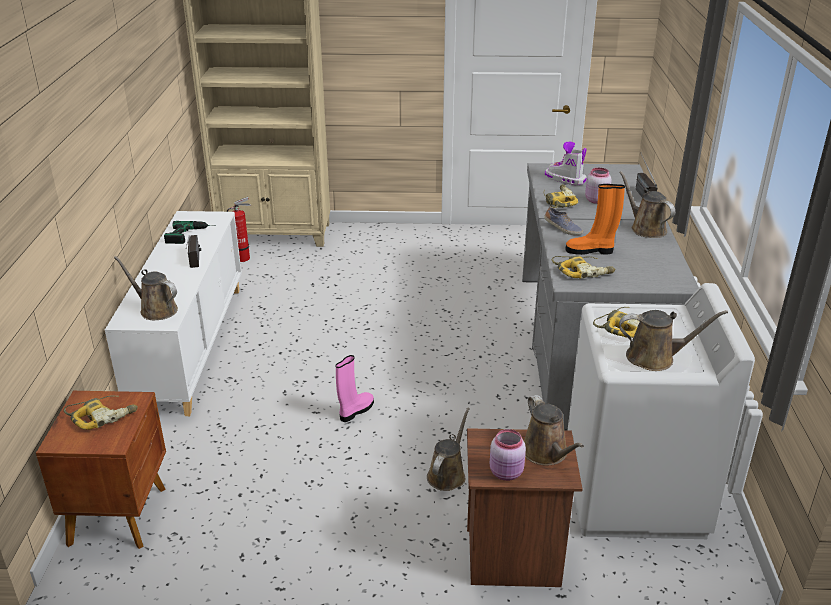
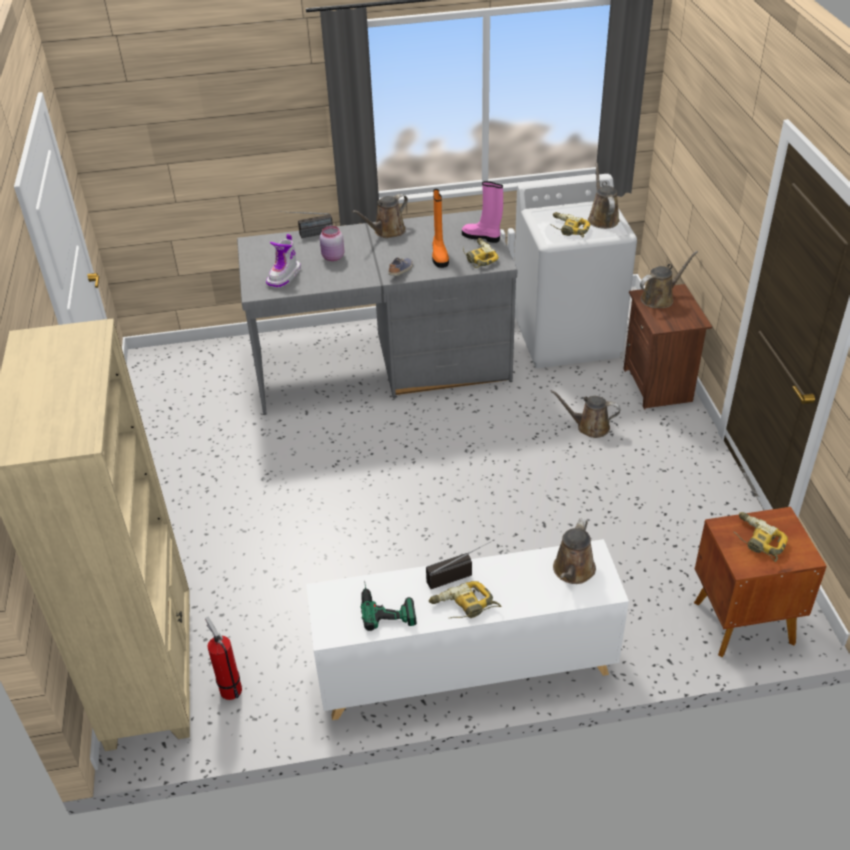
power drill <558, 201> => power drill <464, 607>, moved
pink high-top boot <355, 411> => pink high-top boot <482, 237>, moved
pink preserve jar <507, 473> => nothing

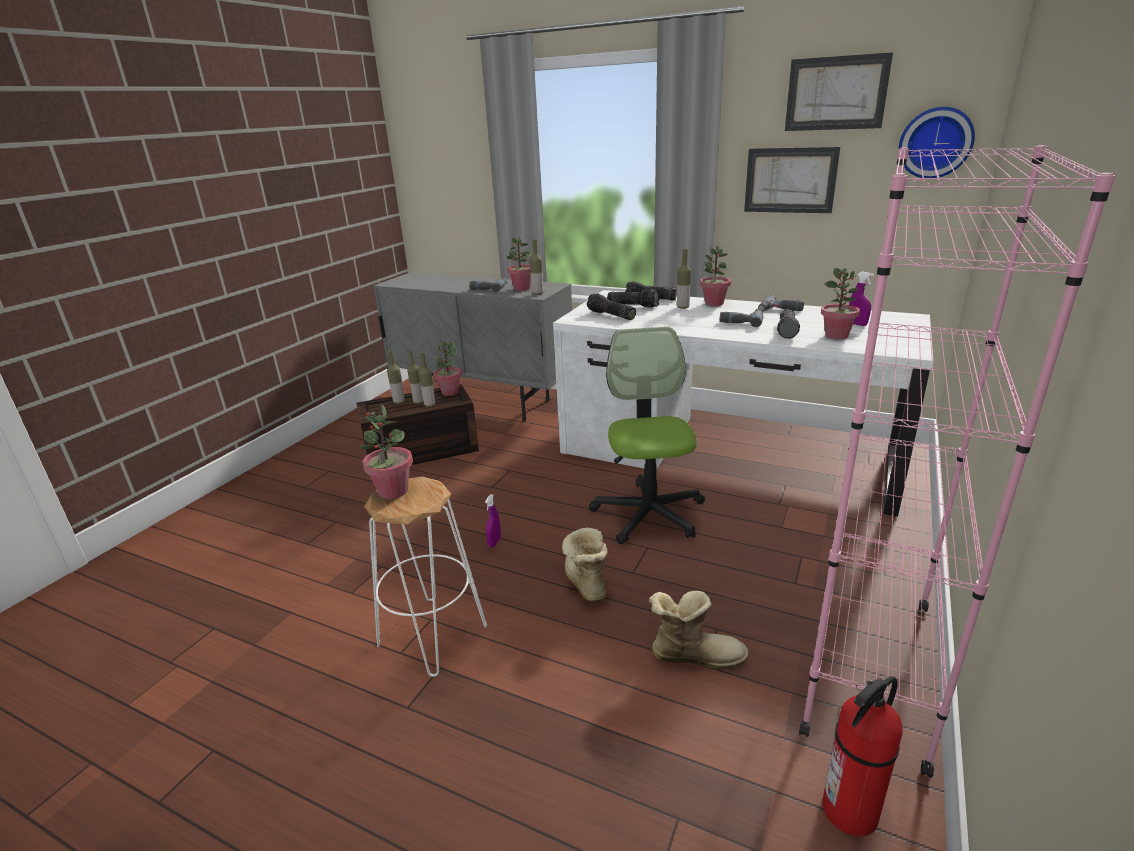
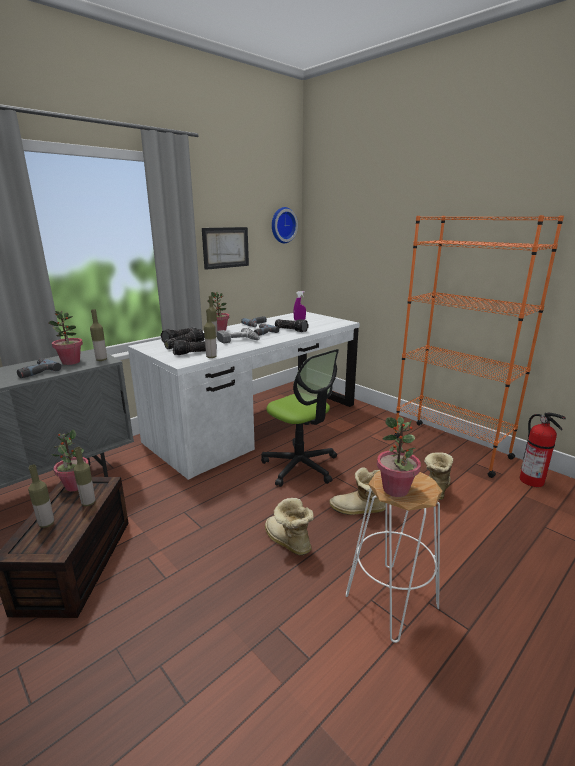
beverage bottle <418, 402> => beverage bottle <211, 357>, moved
nothing => power drill <239, 341>
desk chair <649, 514> => desk chair <300, 466>, 150 degrees counterclockwise
purplish hand sprayer <494, 542> => high-top boot <287, 542>
pink shelving unit <870, 663> => orange-coloured shelving unit <450, 447>
picture <836, 93> => nothing
plant in a pot <836, 336> => nothing

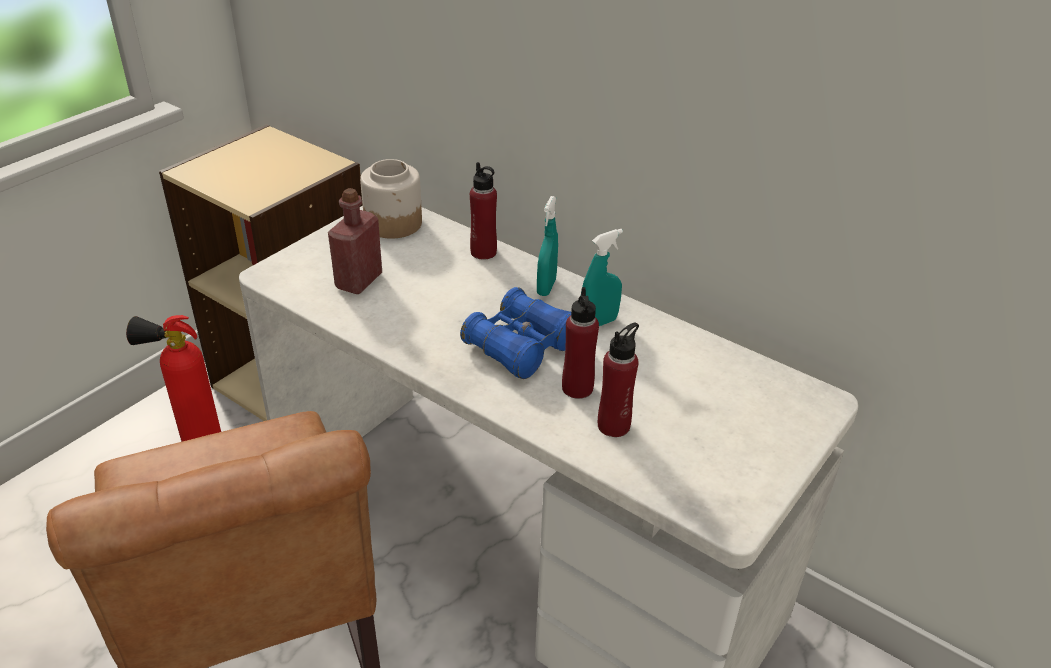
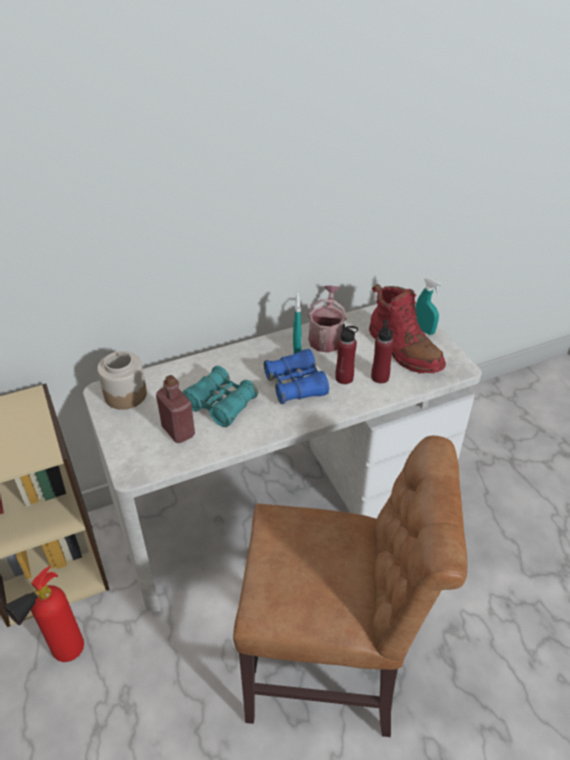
nothing => turquoise-coloured binoculars <220, 404>
nothing => watering can <326, 337>
nothing => reddish high-top boot <404, 350>
turquoise-coloured hand sprayer <546, 287> => turquoise-coloured hand sprayer <423, 330>, moved
reddish beverage bottle <483, 252> => nothing

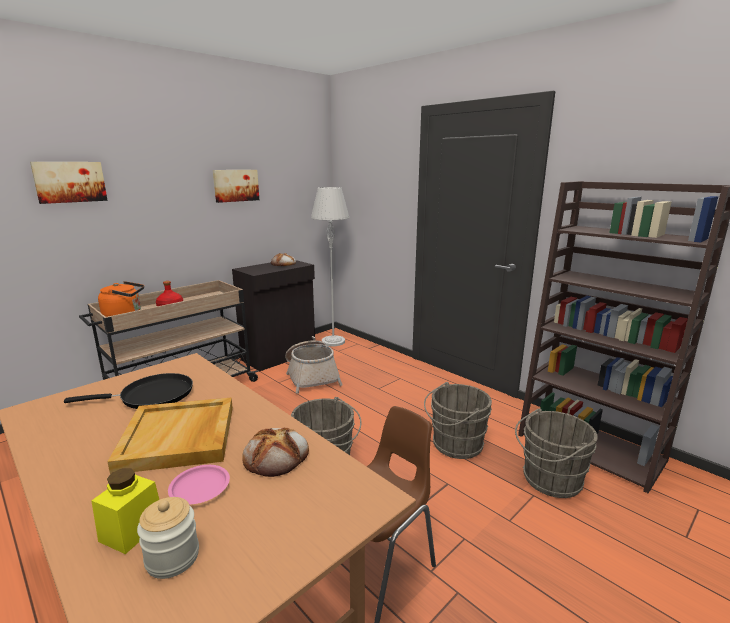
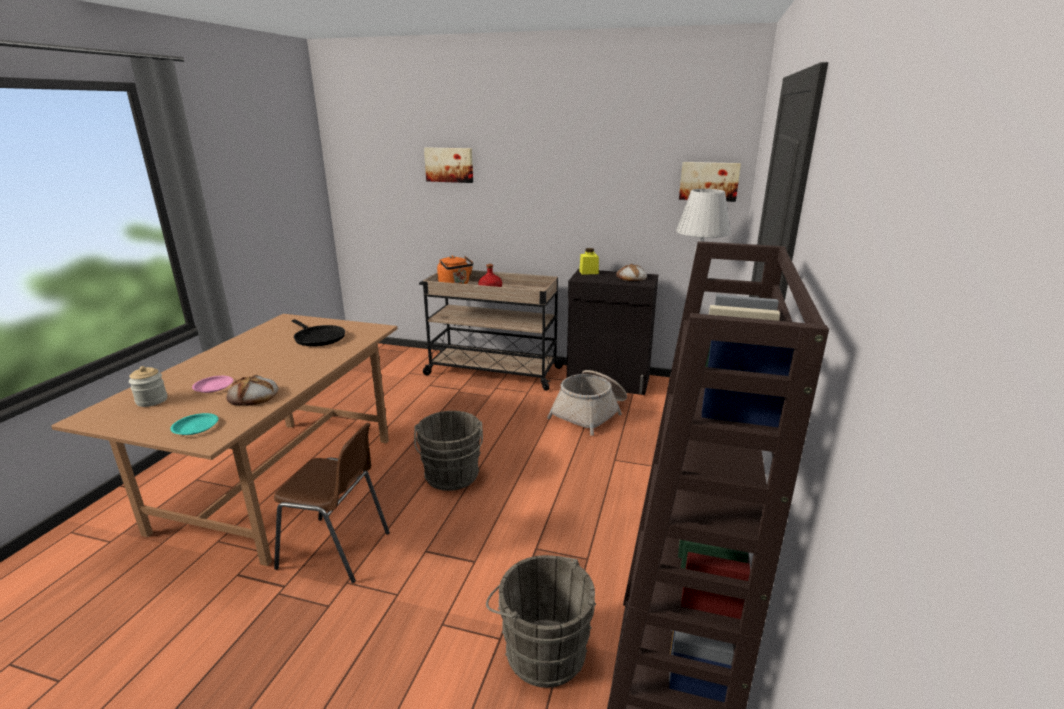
nothing => turquoise-coloured dinner plate <195, 427>
yellow preserve jar <132, 530> => yellow preserve jar <588, 272>, moved
picture <235, 185> => picture <709, 181>, moved
beige tray <179, 437> => nothing
greyish bucket <454, 445> => nothing

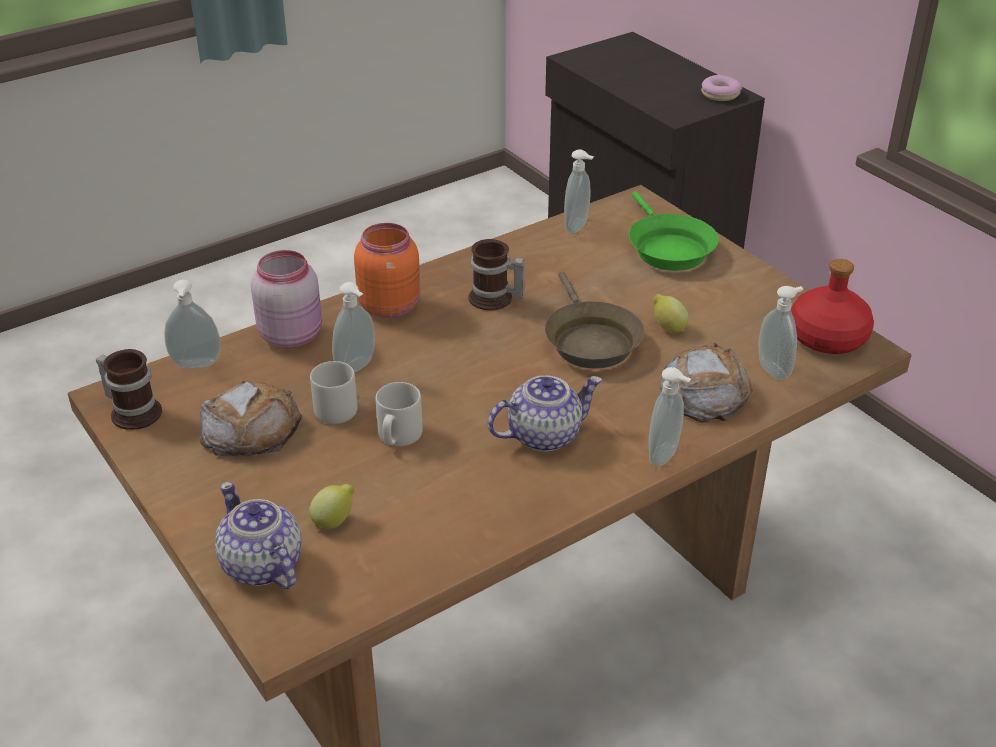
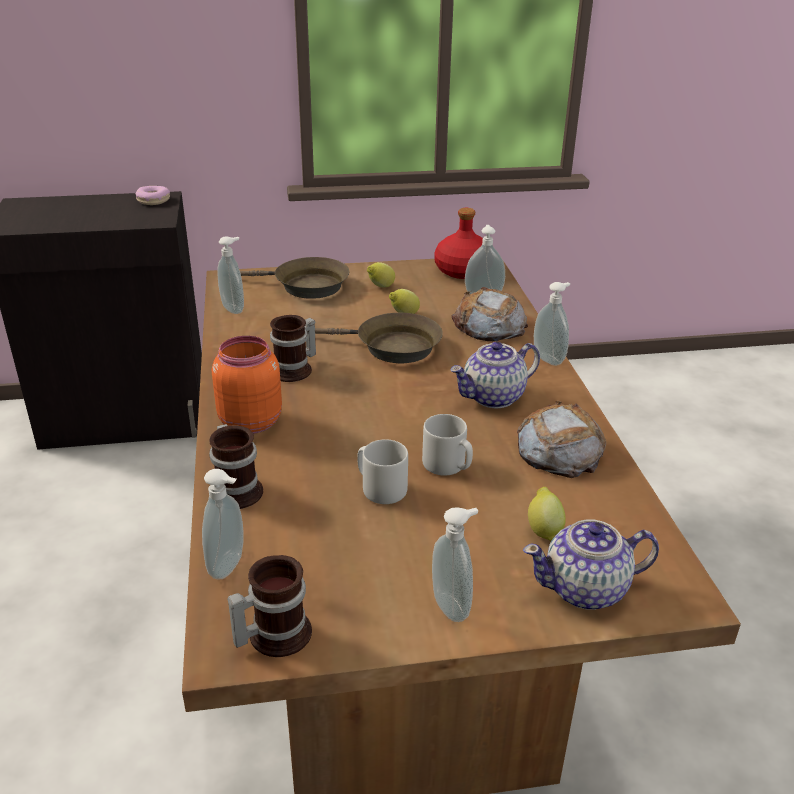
pink preserve jar <292, 335> => coffee mug <238, 489>
green pan <667, 248> => brownish pan <305, 286>
nothing => whole lemon <380, 287>
liquid soap bottle <357, 367> => liquid soap bottle <453, 606>, moved
pot for tea <544, 434> => pot for tea <493, 397>, 120 degrees counterclockwise
baked bread <251, 428> => baked bread <559, 449>, moved

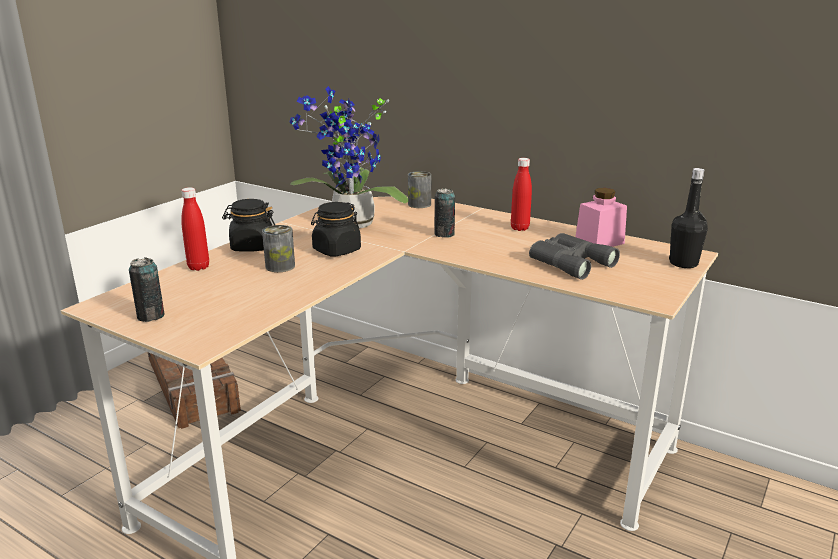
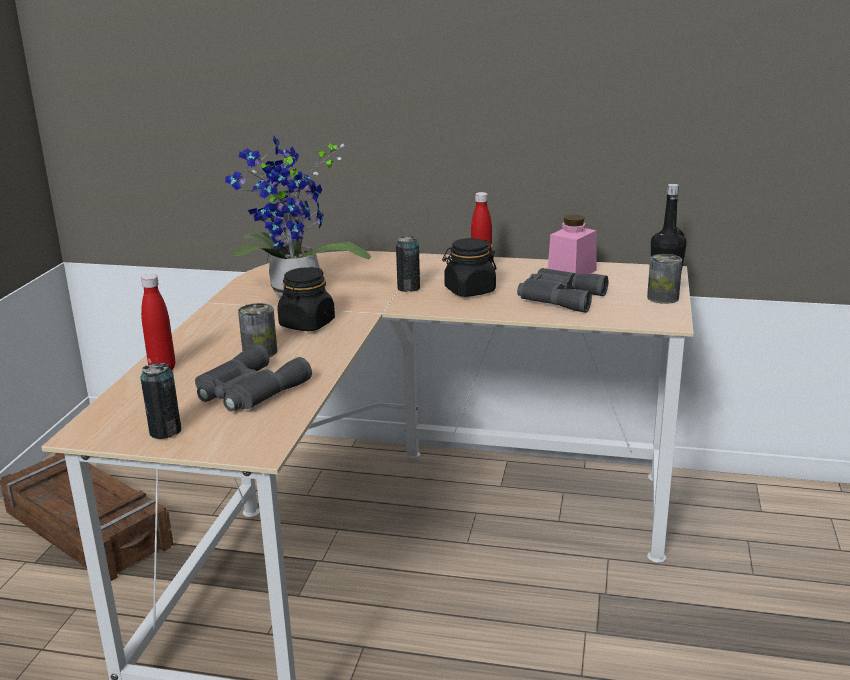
nothing => greyish binoculars <248, 390>
black-coloured preserve jar <252, 246> => black-coloured preserve jar <469, 291>, moved
can <419, 204> => can <662, 297>, moved

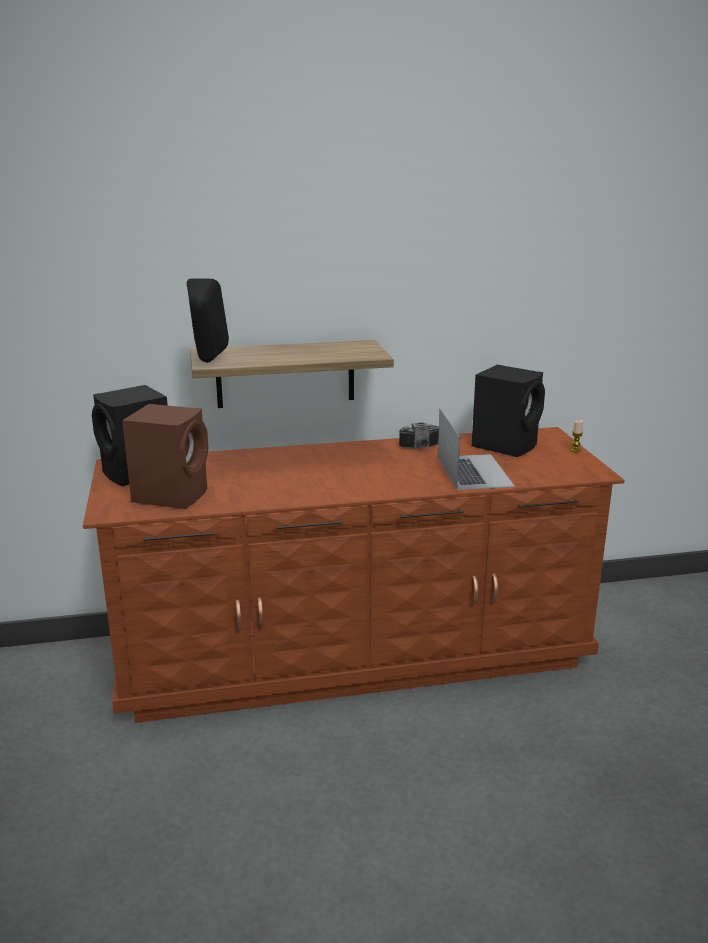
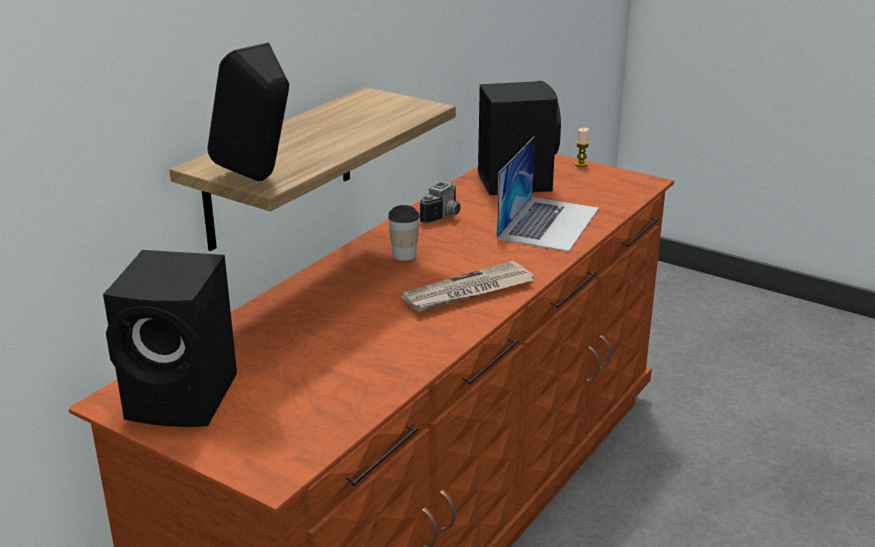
nothing => cup <404, 255>
nothing => daily paper <468, 292>
notebook computer <474, 471> => notebook computer <548, 223>, 75 degrees clockwise
brownish audio speaker <172, 495> => nothing

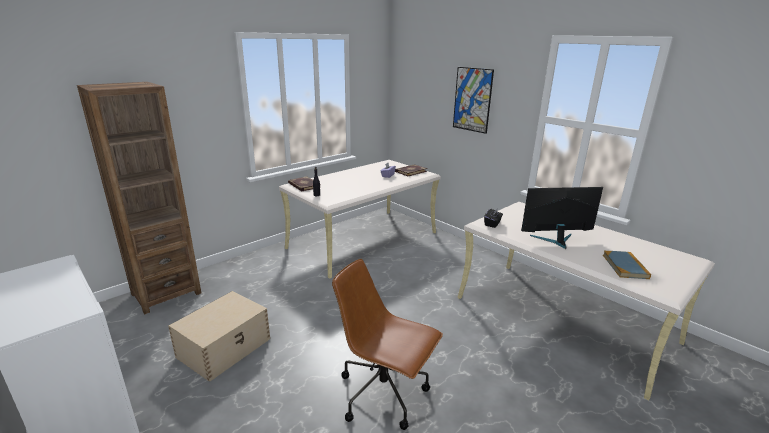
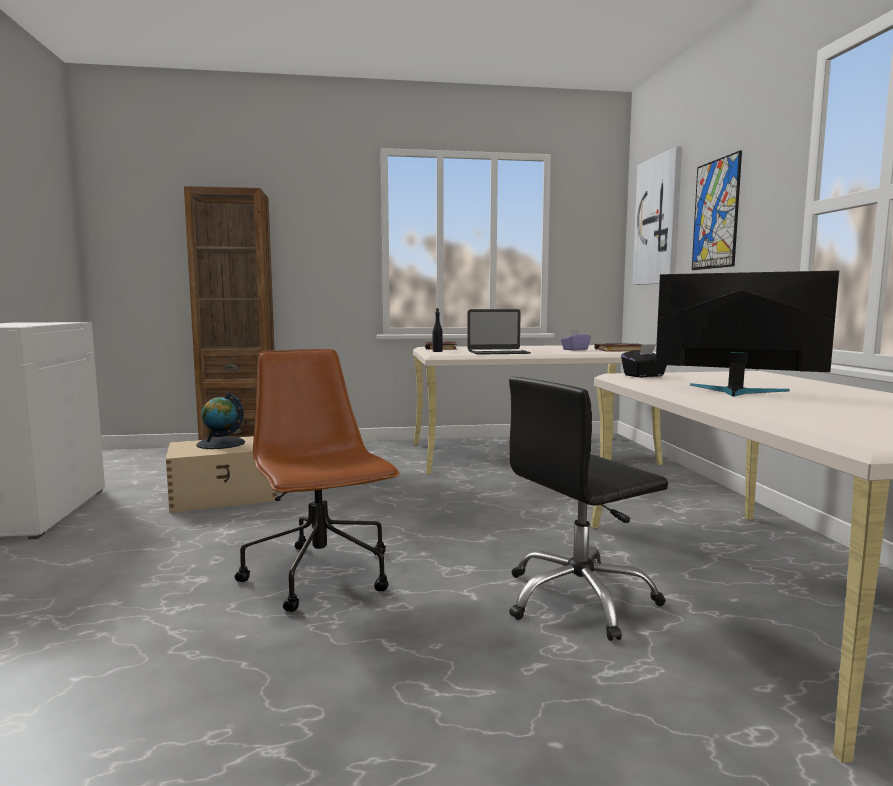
nothing => world globe <221, 443>
nothing => notebook computer <498, 352>
nothing => black-coloured desk chair <579, 599>
nothing => picture <658, 220>
bound book <625, 266> => nothing

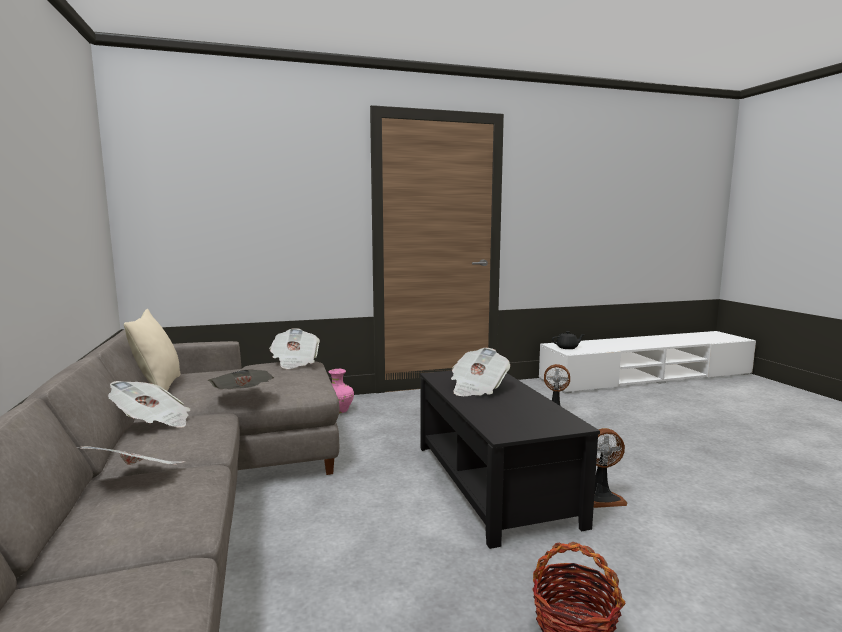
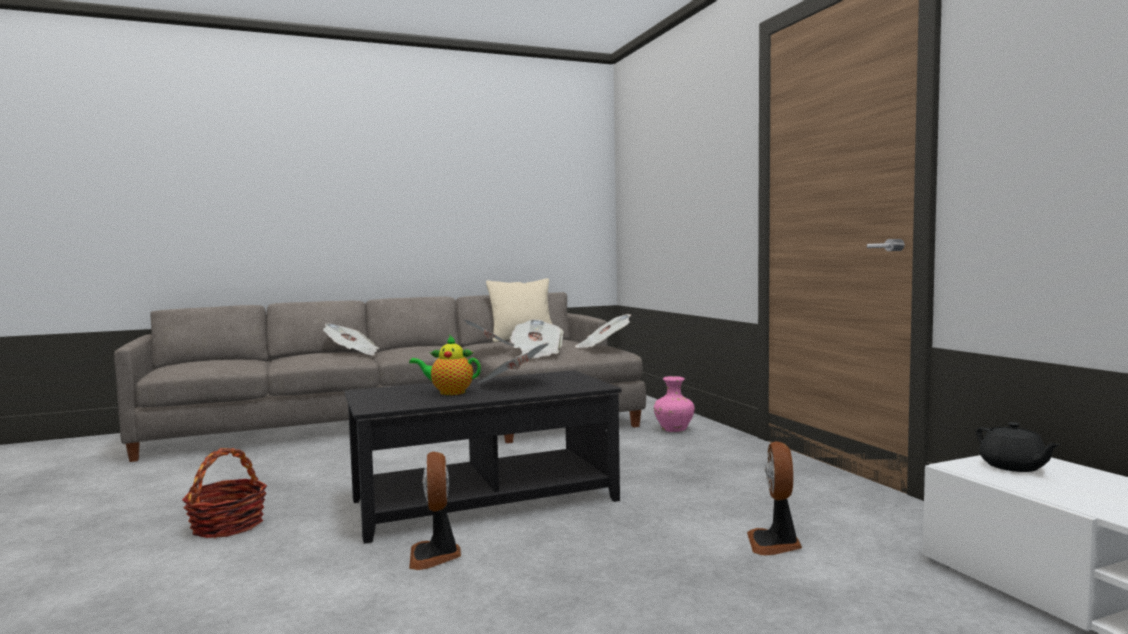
nothing => pot for tea <449, 392>
daily paper <153, 422> => daily paper <536, 354>, moved

